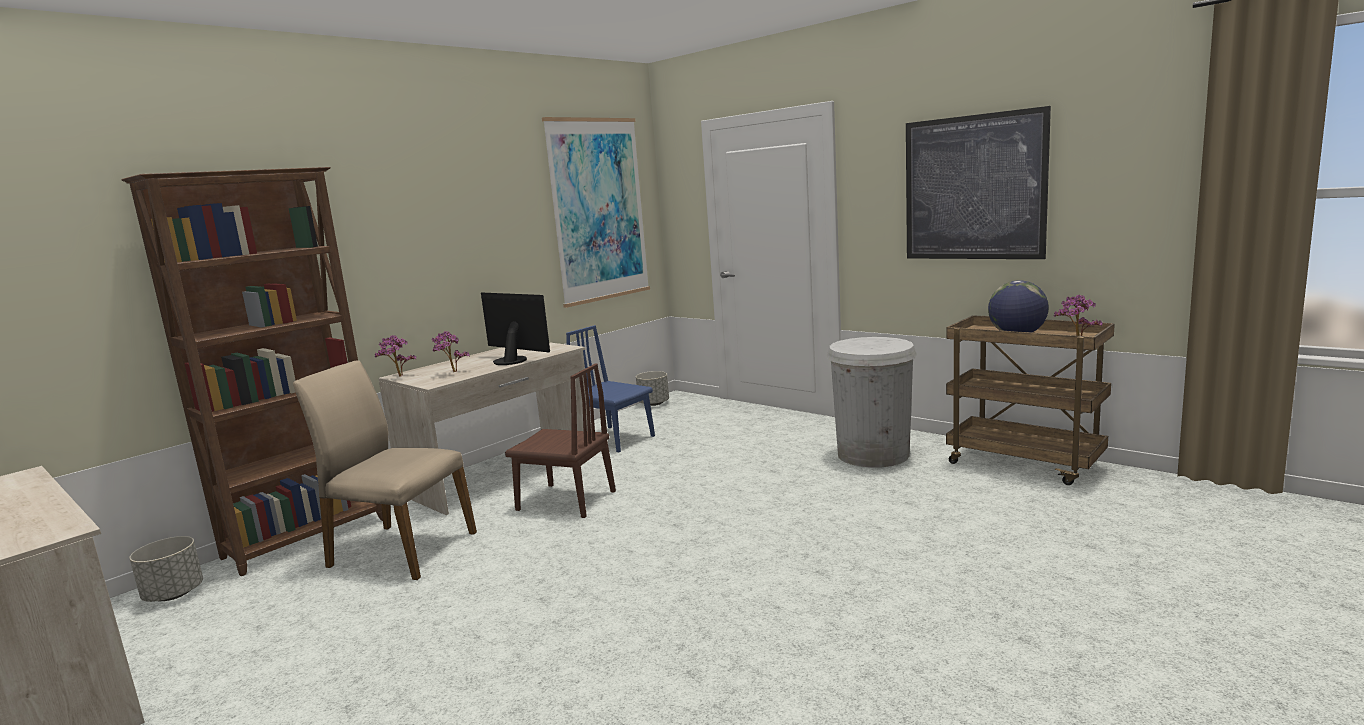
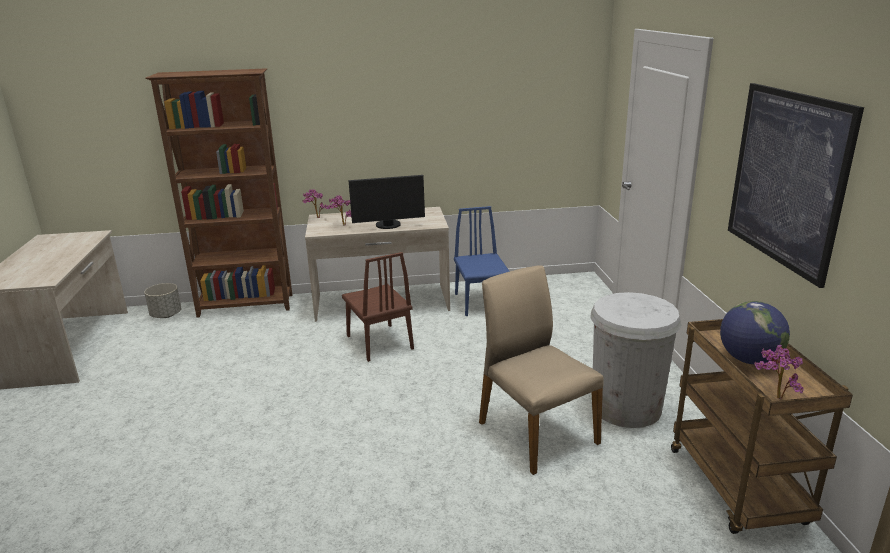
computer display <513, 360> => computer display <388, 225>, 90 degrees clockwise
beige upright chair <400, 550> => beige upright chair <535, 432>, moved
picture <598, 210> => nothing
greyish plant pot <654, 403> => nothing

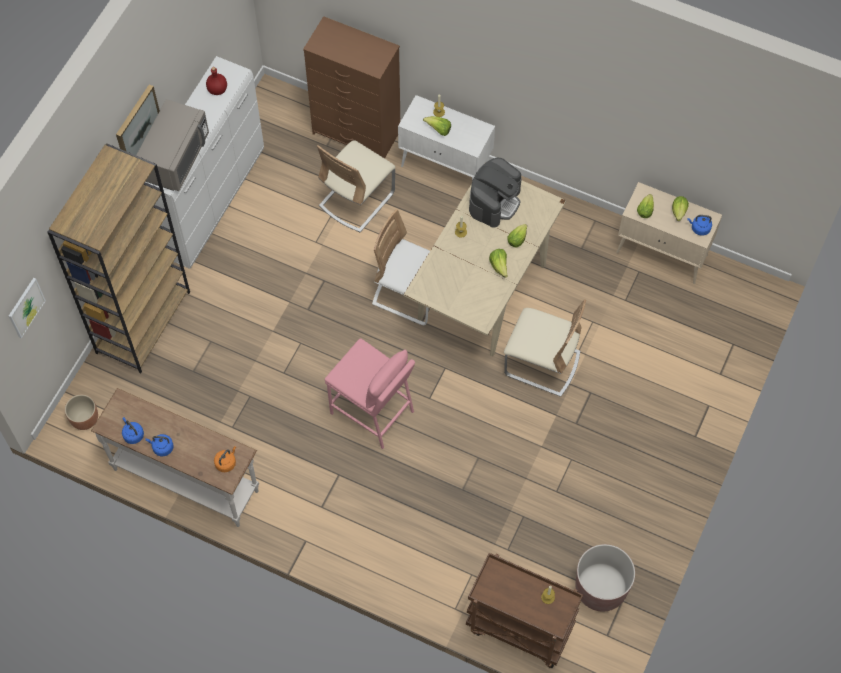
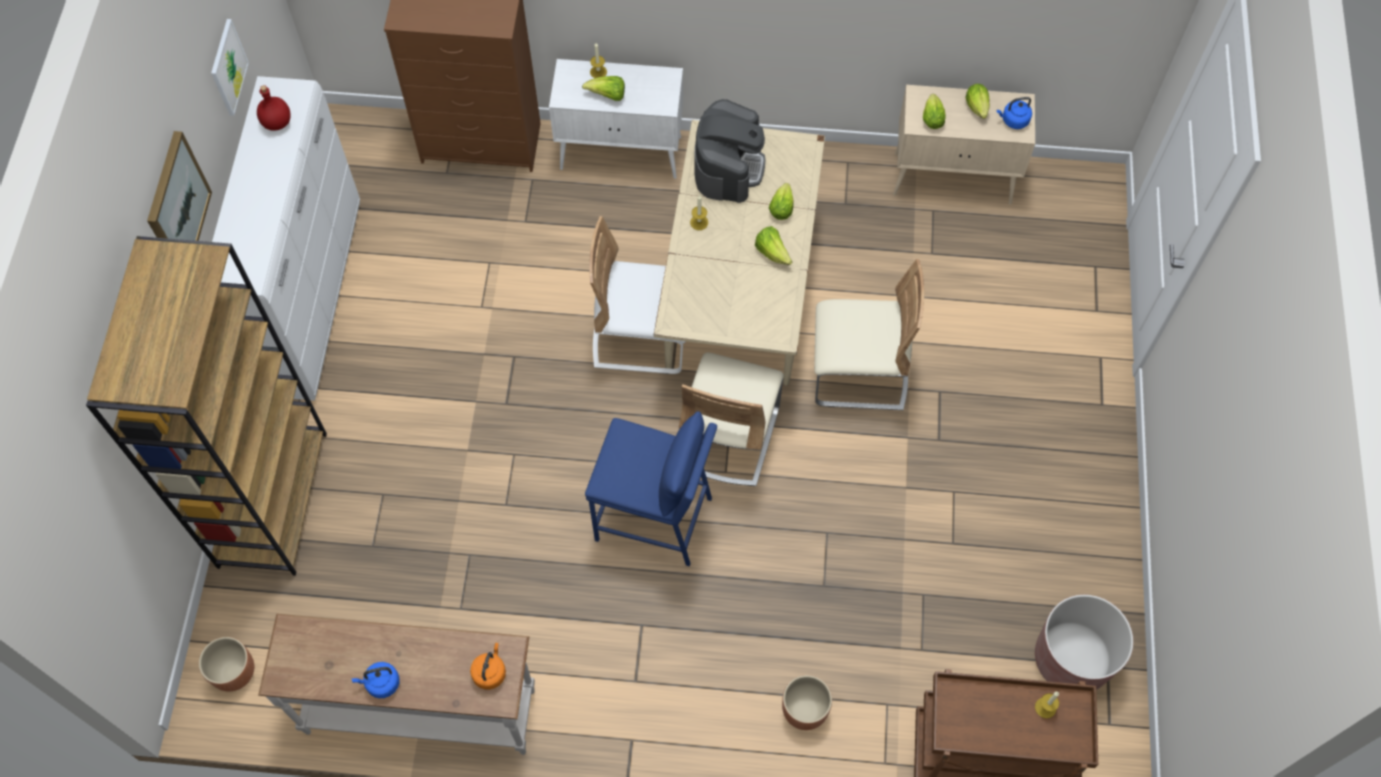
picture <26, 307> => picture <228, 67>, moved
pink stool <372, 412> => blue-coloured stool <654, 519>
beige upright chair <357, 199> => beige upright chair <728, 436>, moved
nothing => brownish plant pot <804, 710>
blue-coloured kettle <133, 434> => nothing
greyish microwave <175, 158> => nothing

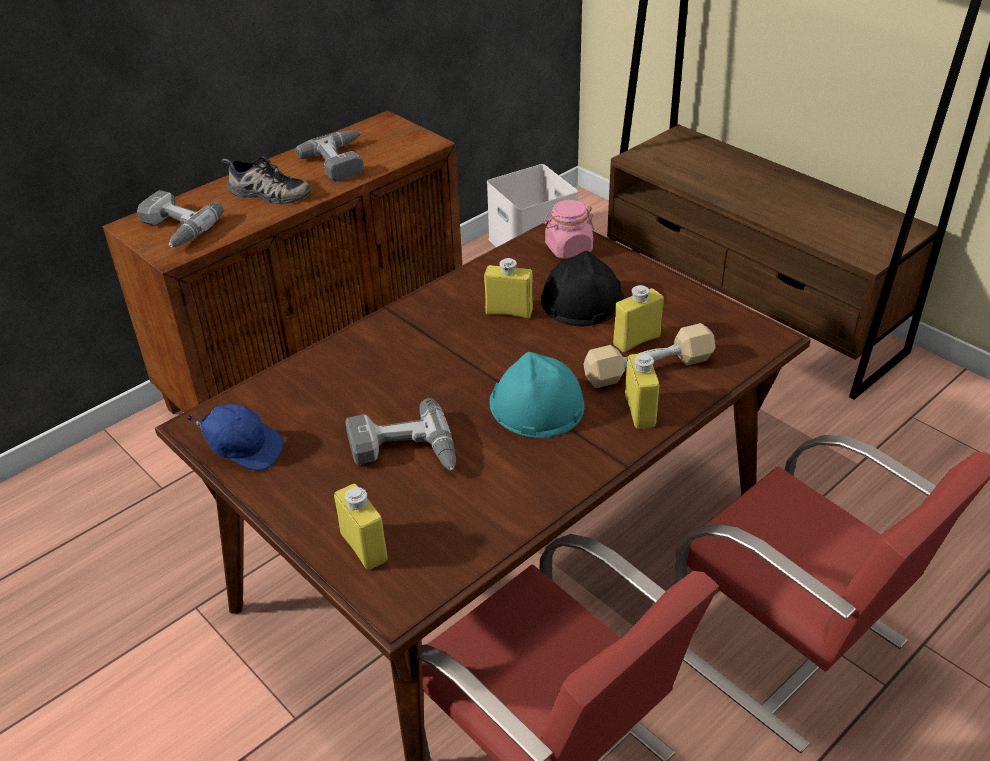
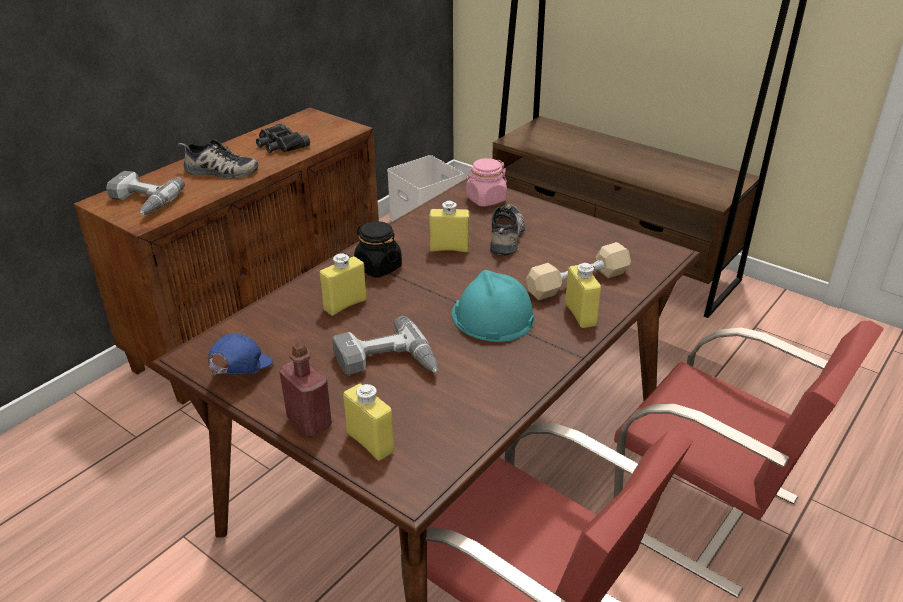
blue-coloured peaked cap <243, 450> => blue-coloured peaked cap <240, 373>, 75 degrees counterclockwise
power drill <343, 161> => black-coloured binoculars <280, 144>
nothing => reddish beverage bottle <309, 422>
yellow beverage bottle <636, 340> => yellow beverage bottle <345, 304>, moved
nothing => black-coloured preserve jar <378, 267>
black-coloured work helmet <581, 300> => item of footwear <508, 236>

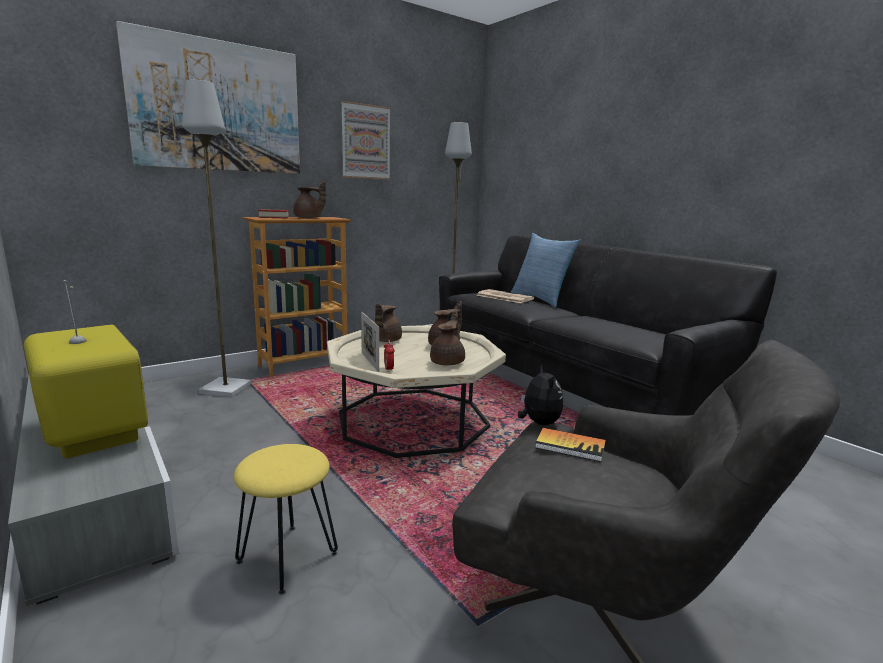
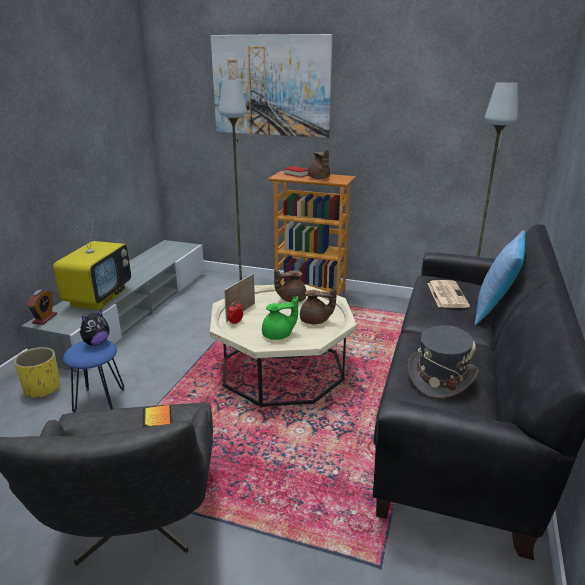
nothing => yellow plant pot <42, 389>
nothing => alarm clock <44, 318>
yellow stool <287, 557> => blue-coloured stool <99, 400>
plush toy <538, 423> => plush toy <96, 343>, moved
brownish pot for tea <448, 362> => green pot for tea <278, 335>
nothing => greyish hat <441, 377>
picture <365, 142> => nothing

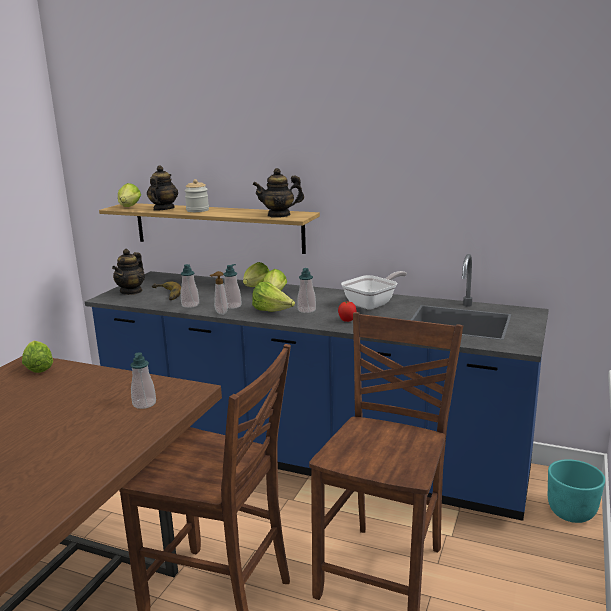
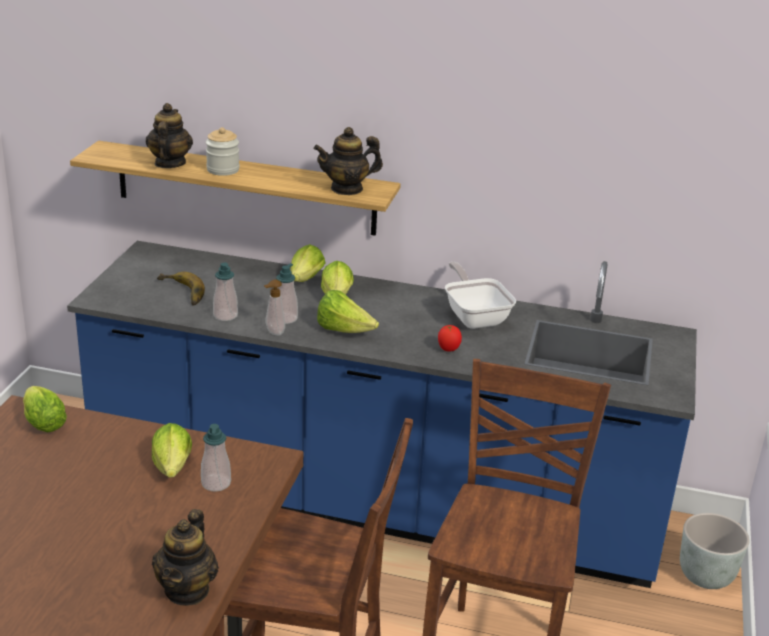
head of lettuce <129, 207> => head of lettuce <172, 470>, moved
pot for tea <131, 291> => pot for tea <187, 590>, moved
pan <373, 304> => pan <474, 316>, 60 degrees counterclockwise
turquoise-coloured plant pot <572, 513> => greyish plant pot <706, 576>
liquid soap bottle <306, 310> => nothing

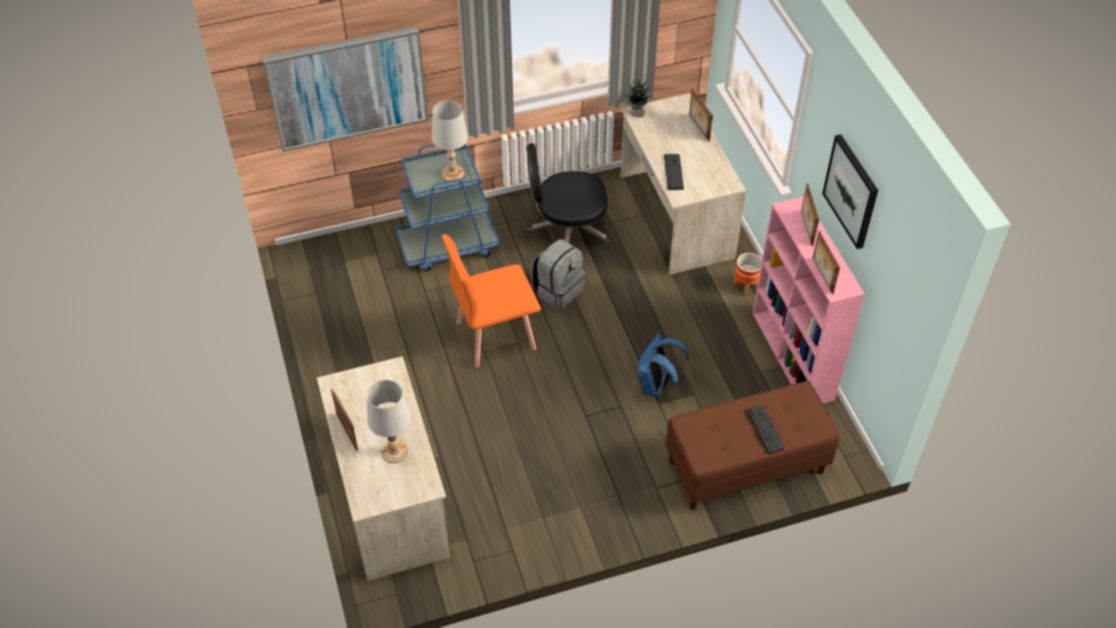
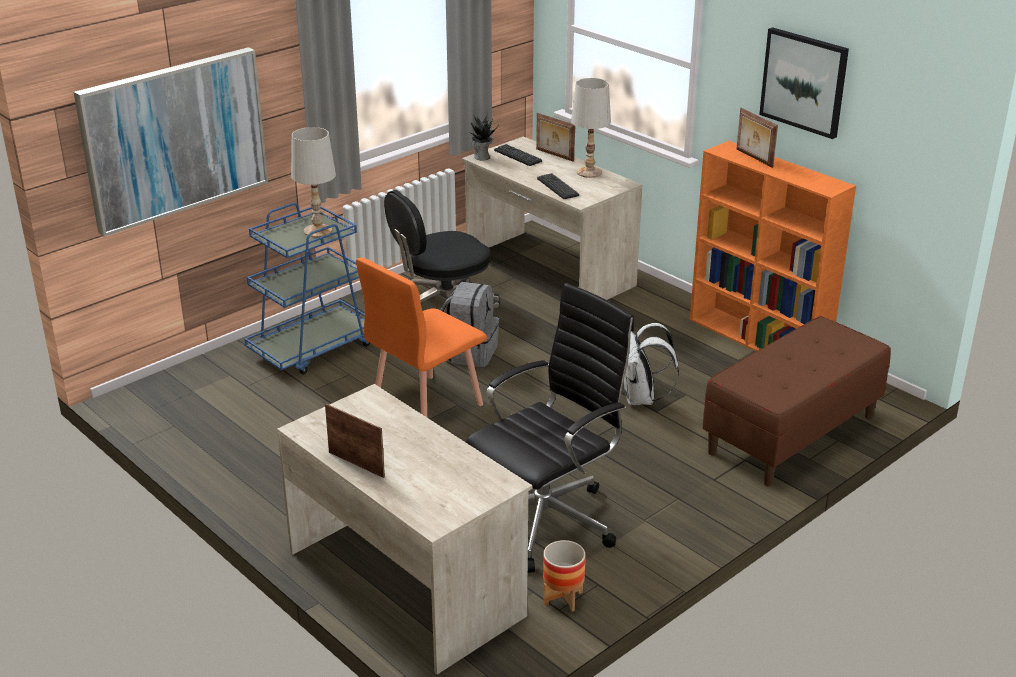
nothing => black-coloured desk chair <547, 520>
keyboard <765, 429> => keyboard <517, 156>, moved
plant pot <745, 285> => plant pot <563, 598>, moved
white tabletop lamp <394, 452> => white tabletop lamp <589, 172>, moved
blue-coloured rucksack <656, 386> => white rucksack <642, 399>
pink shelving unit <793, 356> => orange-coloured shelving unit <759, 340>
standing frame <821, 276> => nothing

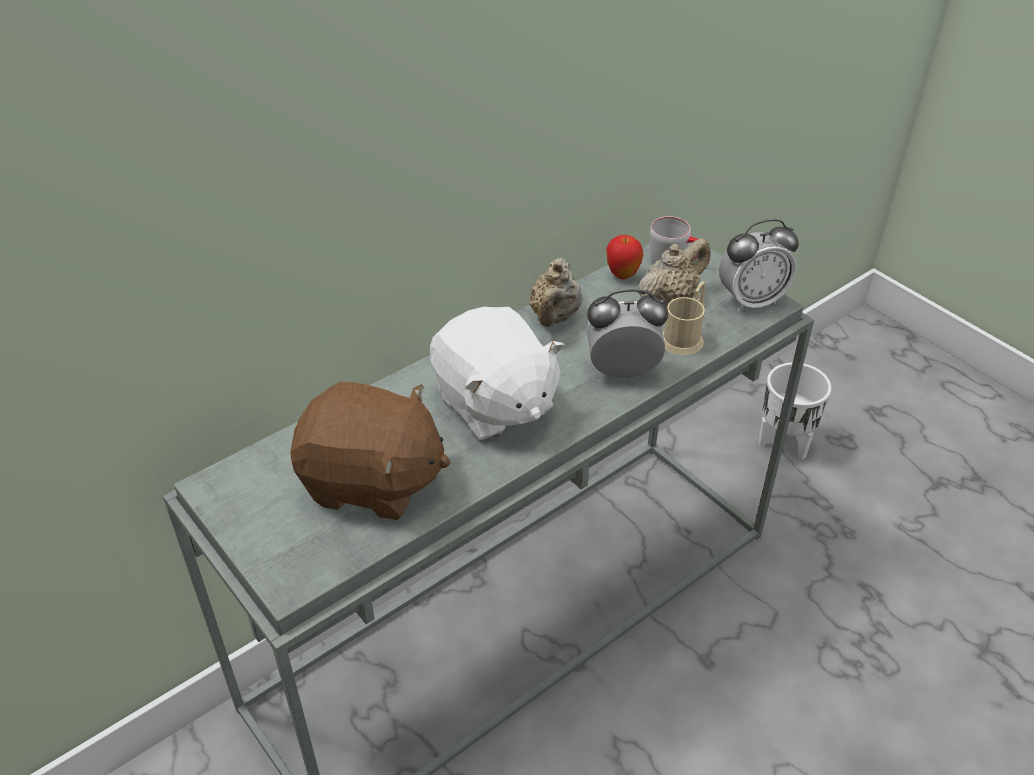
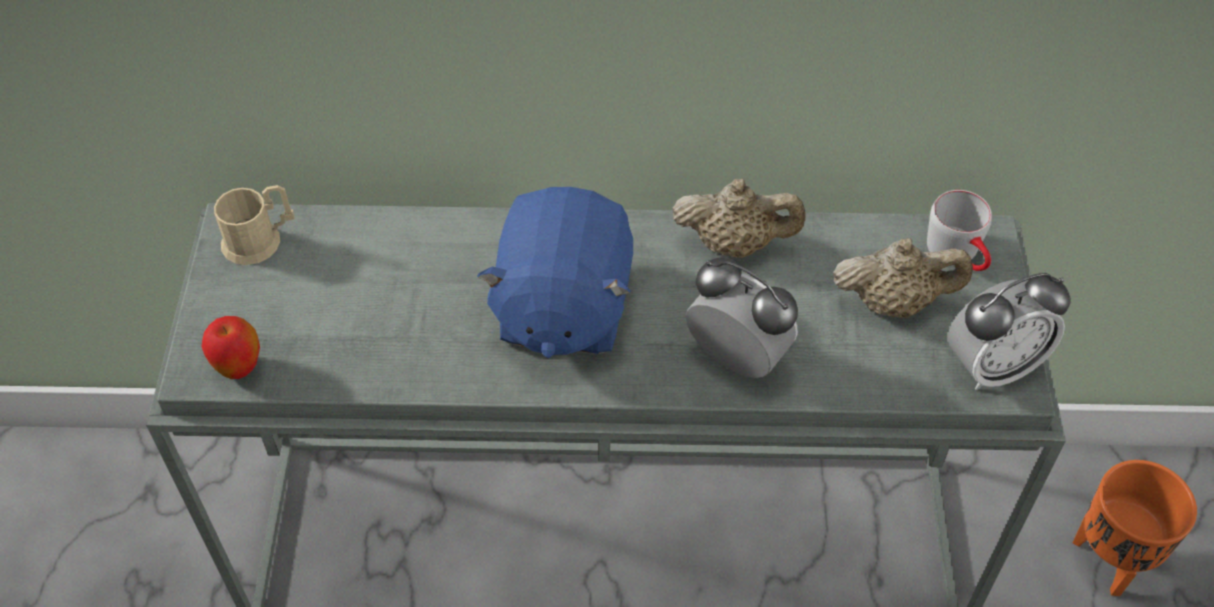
whole apple <622, 275> => whole apple <239, 368>, moved
beige coffee mug <685, 336> => beige coffee mug <260, 240>, moved
white plush toy <494, 404> => blue-coloured plush toy <561, 308>
beige pot for tea <554, 317> => beige pot for tea <735, 244>, 135 degrees counterclockwise
alarm clock <751, 301> => alarm clock <992, 366>, 45 degrees counterclockwise
white plant pot <785, 442> => orange-coloured plant pot <1112, 559>
brownish plush toy <372, 482> => nothing

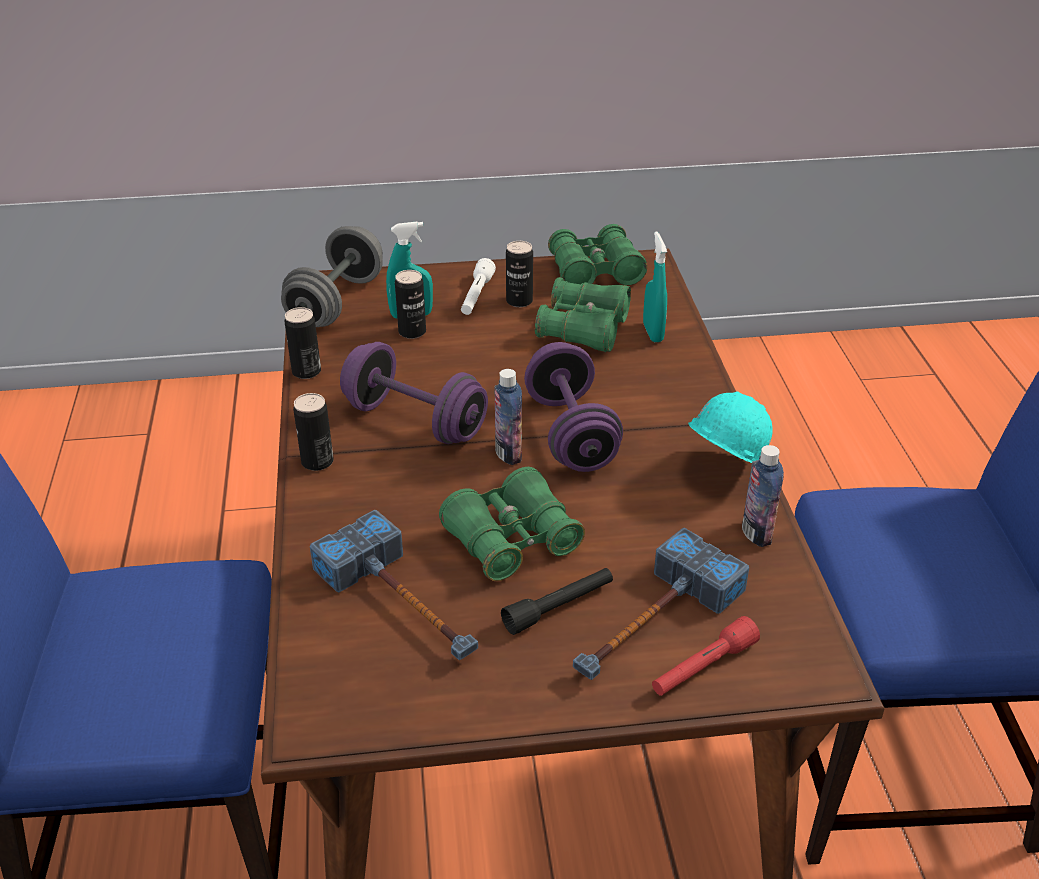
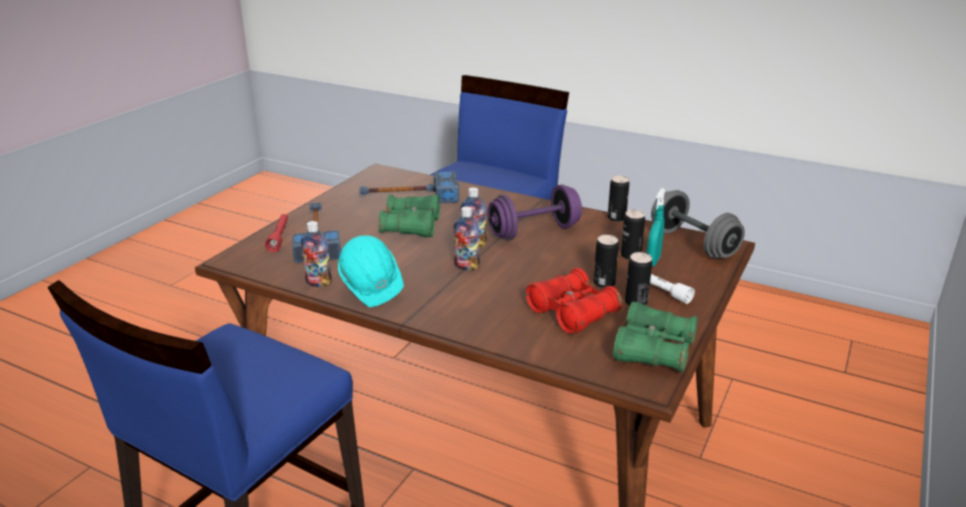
purplish dumbbell <571, 433> => beverage bottle <466, 266>
green binoculars <583, 329> => reddish binoculars <572, 312>
can <317, 462> => can <604, 283>, moved
black-coloured torch <559, 607> => nothing
turquoise-coloured hand sprayer <653, 333> => nothing

